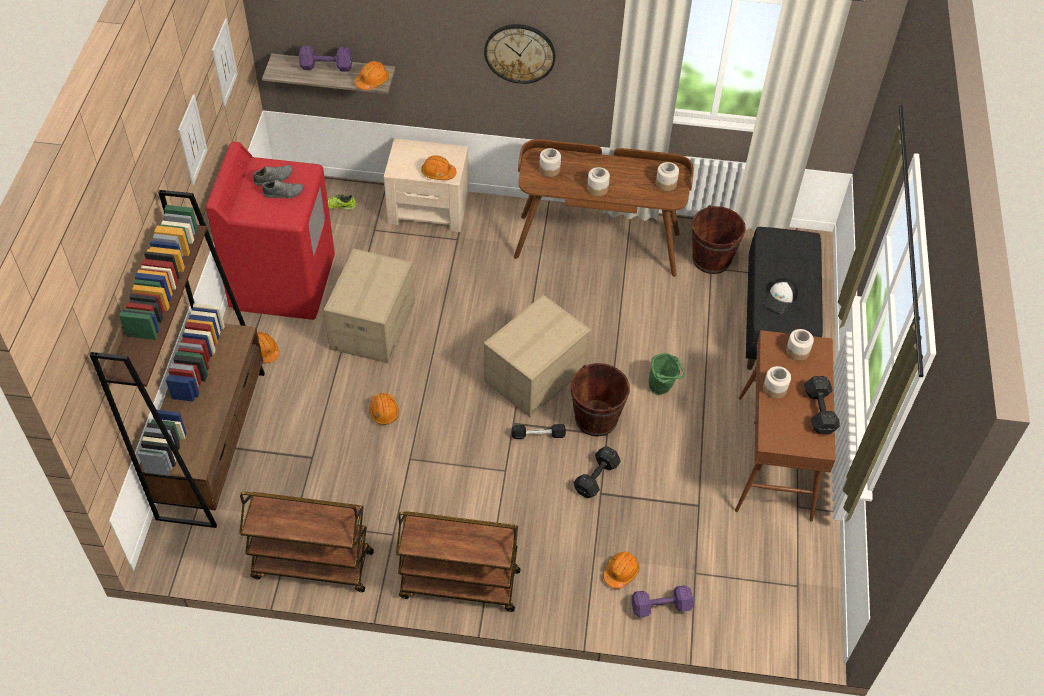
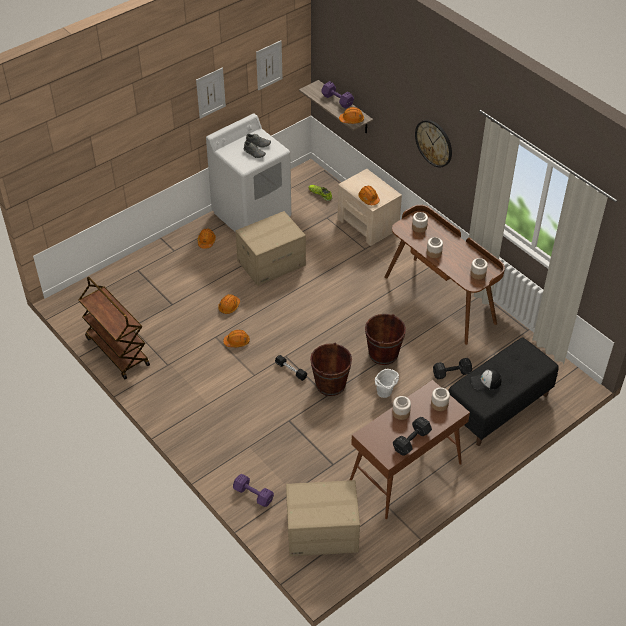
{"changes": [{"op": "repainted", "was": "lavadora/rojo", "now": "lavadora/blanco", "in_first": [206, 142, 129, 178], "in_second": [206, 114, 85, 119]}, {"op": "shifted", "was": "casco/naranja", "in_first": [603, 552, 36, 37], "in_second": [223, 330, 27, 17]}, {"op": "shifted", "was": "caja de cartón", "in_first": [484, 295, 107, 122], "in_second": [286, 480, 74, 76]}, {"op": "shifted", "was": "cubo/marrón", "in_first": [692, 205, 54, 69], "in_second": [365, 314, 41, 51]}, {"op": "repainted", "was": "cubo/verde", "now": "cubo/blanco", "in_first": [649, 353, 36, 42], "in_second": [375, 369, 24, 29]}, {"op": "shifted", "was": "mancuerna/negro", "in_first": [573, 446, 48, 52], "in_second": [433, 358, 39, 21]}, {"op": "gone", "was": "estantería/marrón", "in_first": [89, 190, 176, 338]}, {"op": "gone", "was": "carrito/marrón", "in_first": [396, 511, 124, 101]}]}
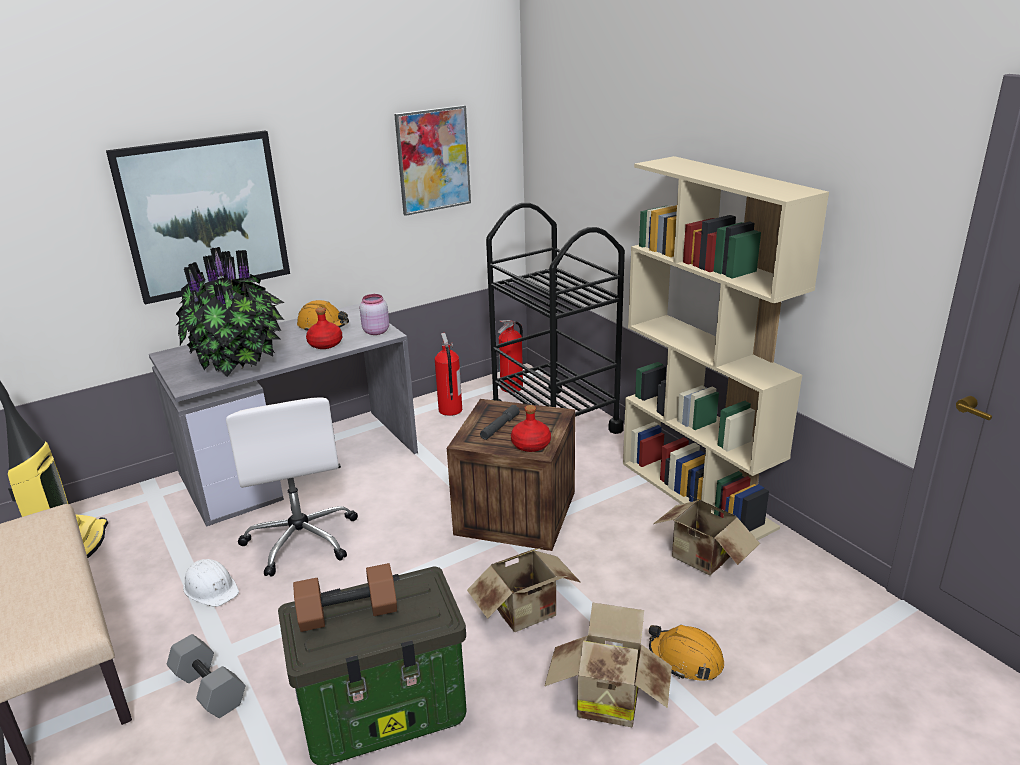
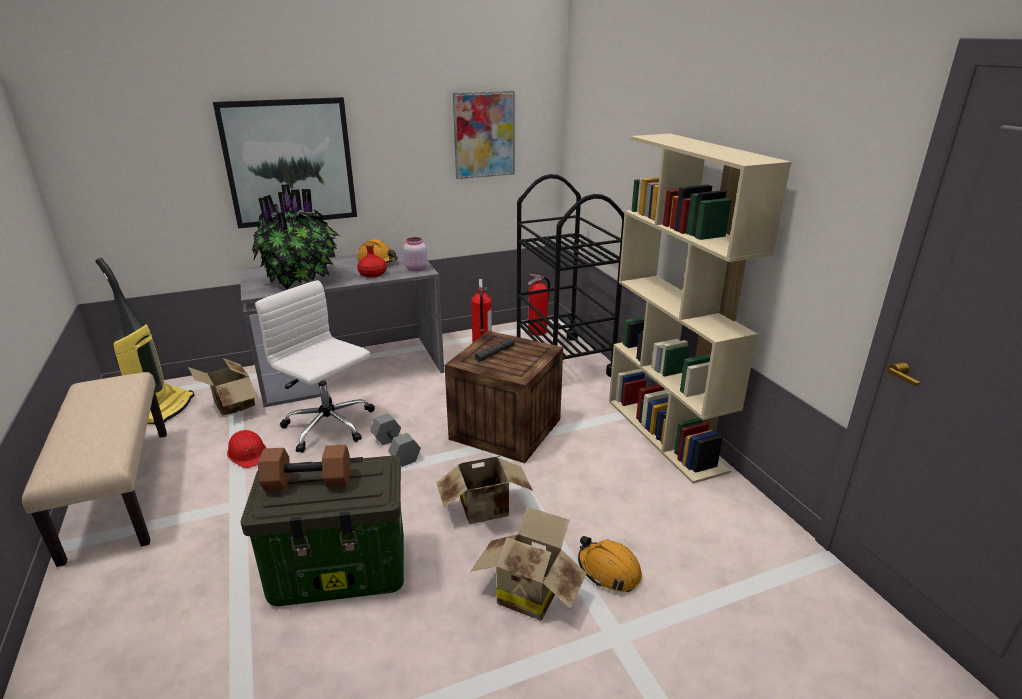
{"changes": [{"op": "shifted", "was": "caja de cartón", "in_first": [653, 497, 107, 79], "in_second": [188, 358, 69, 57]}, {"op": "repainted", "was": "casco/blanco", "now": "casco/rojo", "in_first": [183, 559, 56, 48], "in_second": [227, 430, 39, 38]}, {"op": "rotated", "was": "silla de oficina/blanco", "in_first": [226, 397, 132, 180], "in_second": [255, 280, 120, 173], "clockwise": 135}, {"op": "shifted", "was": "mancuerna/gris", "in_first": [167, 634, 78, 84], "in_second": [370, 413, 51, 54]}, {"op": "gone", "was": "botella/rojo", "in_first": [511, 405, 40, 47]}]}
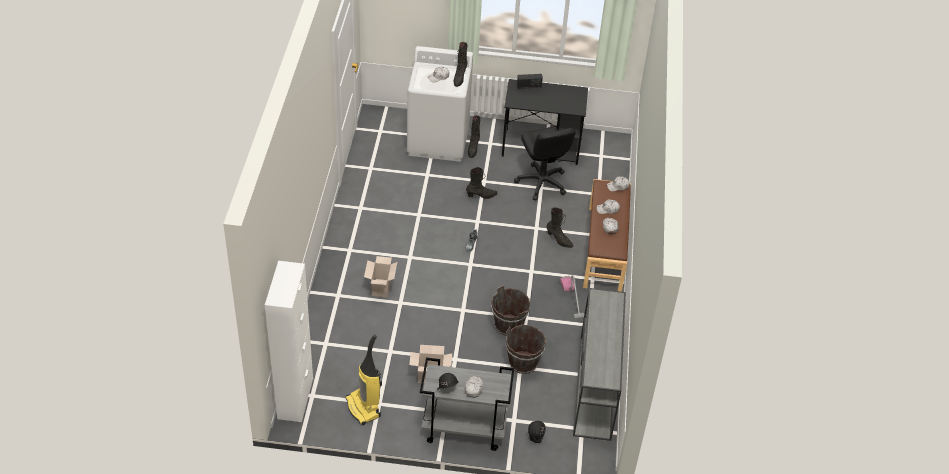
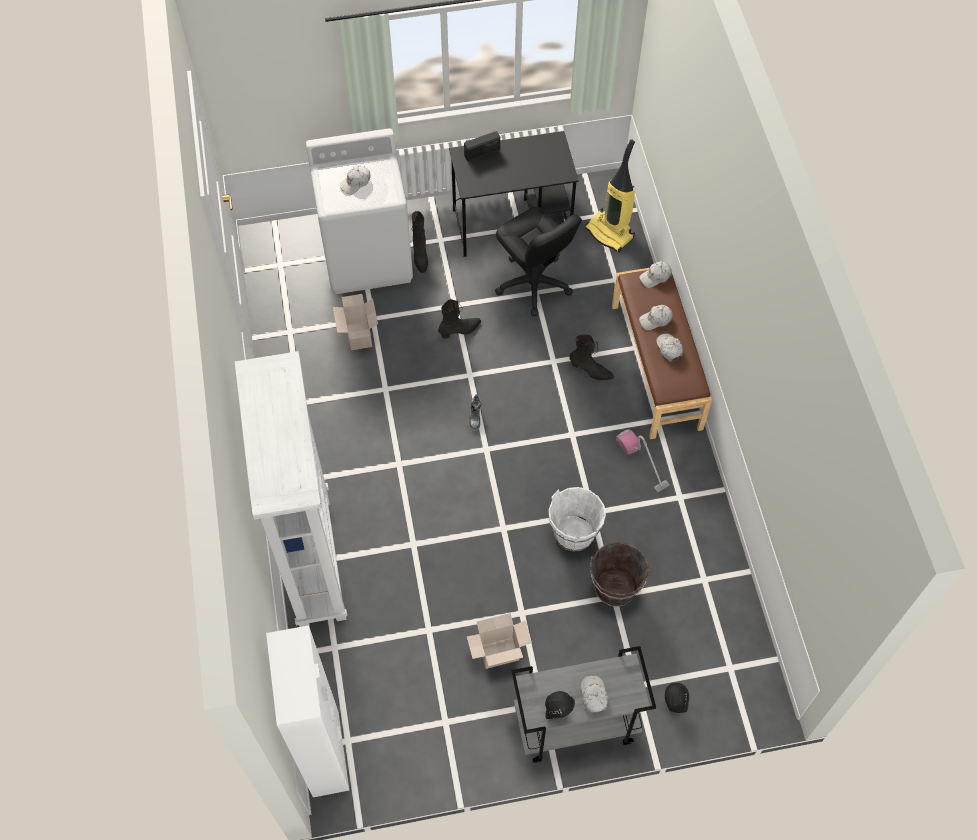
{"changes": [{"op": "new", "now": "estantería/blanco", "in_second": [235, 351, 113, 276]}, {"op": "shifted", "was": "caja de cartón", "in_first": [364, 256, 33, 42], "in_second": [333, 294, 45, 57]}, {"op": "repainted", "was": "cubo/marrón", "now": "cubo/blanco", "in_first": [491, 286, 40, 50], "in_second": [549, 487, 57, 65]}, {"op": "shifted", "was": "aspiradora", "in_first": [346, 335, 36, 90], "in_second": [585, 139, 50, 113]}, {"op": "gone", "was": "bota/negro", "in_first": [454, 42, 13, 45]}, {"op": "gone", "was": "mesa consola/gris", "in_first": [573, 288, 53, 153]}]}
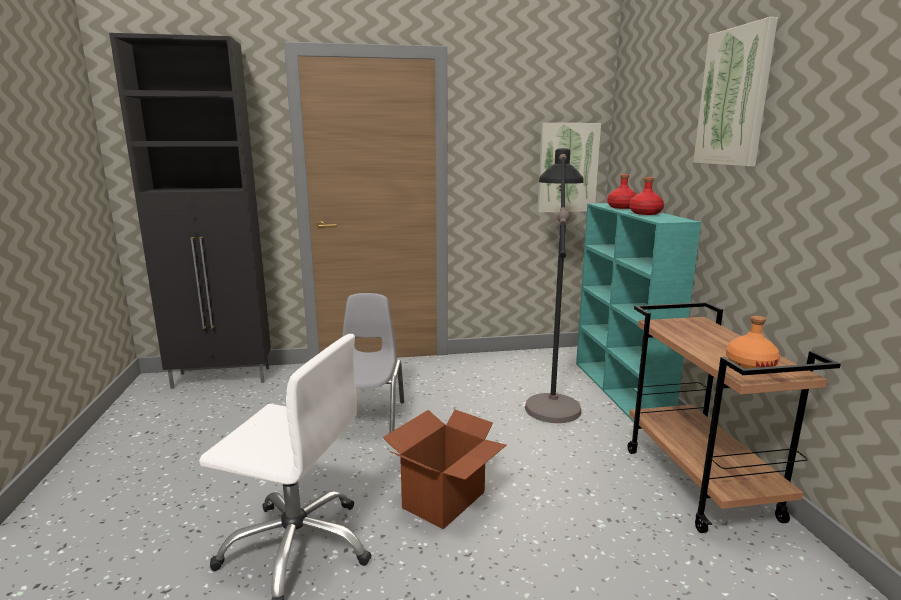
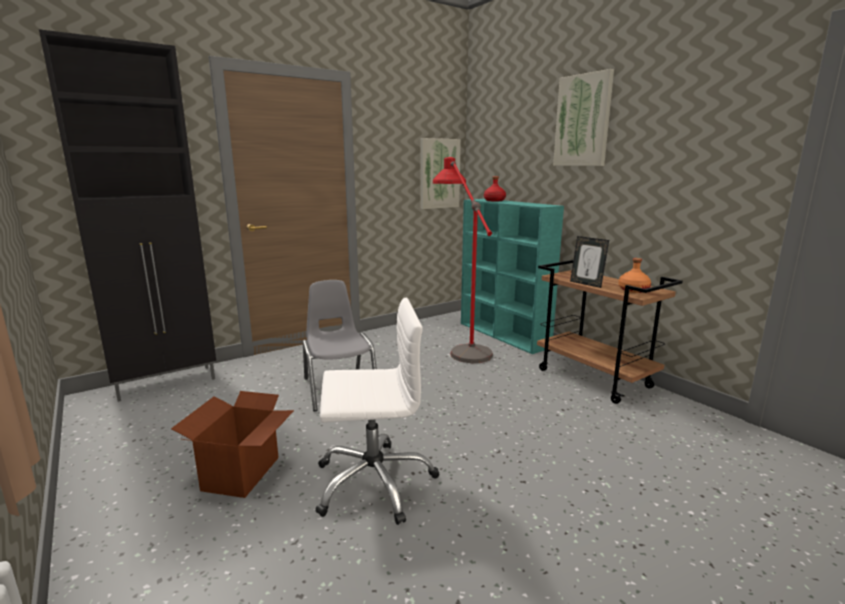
{"changes": [{"op": "shifted", "was": "caja de cartón", "in_first": [383, 410, 124, 119], "in_second": [171, 391, 123, 107]}, {"op": "repainted", "was": "lámpara de pie/negro", "now": "lámpara de pie/rojo", "in_first": [525, 148, 59, 275], "in_second": [433, 157, 60, 206]}, {"op": "new", "now": "portarretratos", "in_second": [570, 236, 39, 52]}, {"op": "gone", "was": "botella/rojo", "in_first": [629, 177, 35, 38]}]}
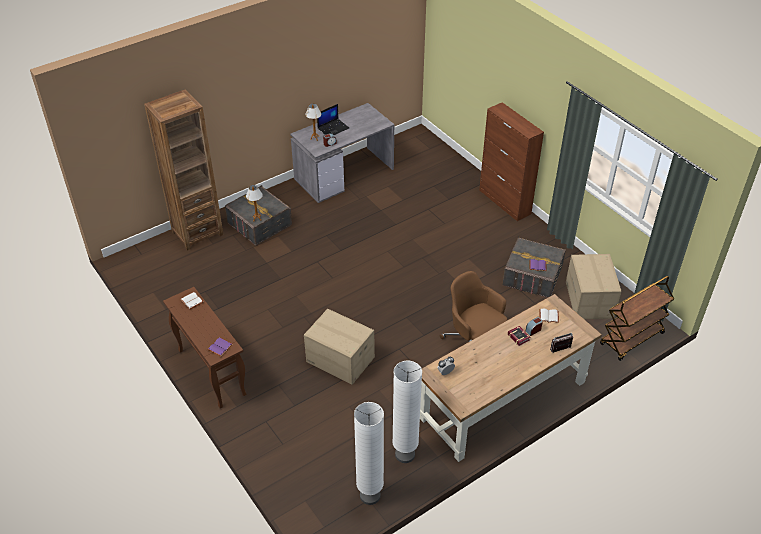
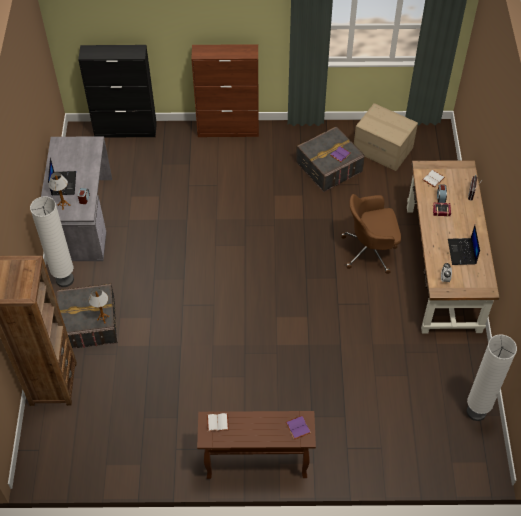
{"changes": [{"op": "shifted", "was": "lámpara de pie/blanco", "in_first": [392, 361, 30, 102], "in_second": [30, 196, 44, 91]}, {"op": "new", "now": "armario/negro", "in_second": [78, 45, 79, 93]}, {"op": "new", "now": "portátil", "in_second": [448, 225, 32, 40]}, {"op": "gone", "was": "caja de cartón", "in_first": [304, 309, 71, 76]}, {"op": "gone", "was": "carrito/marrón", "in_first": [600, 276, 74, 85]}]}
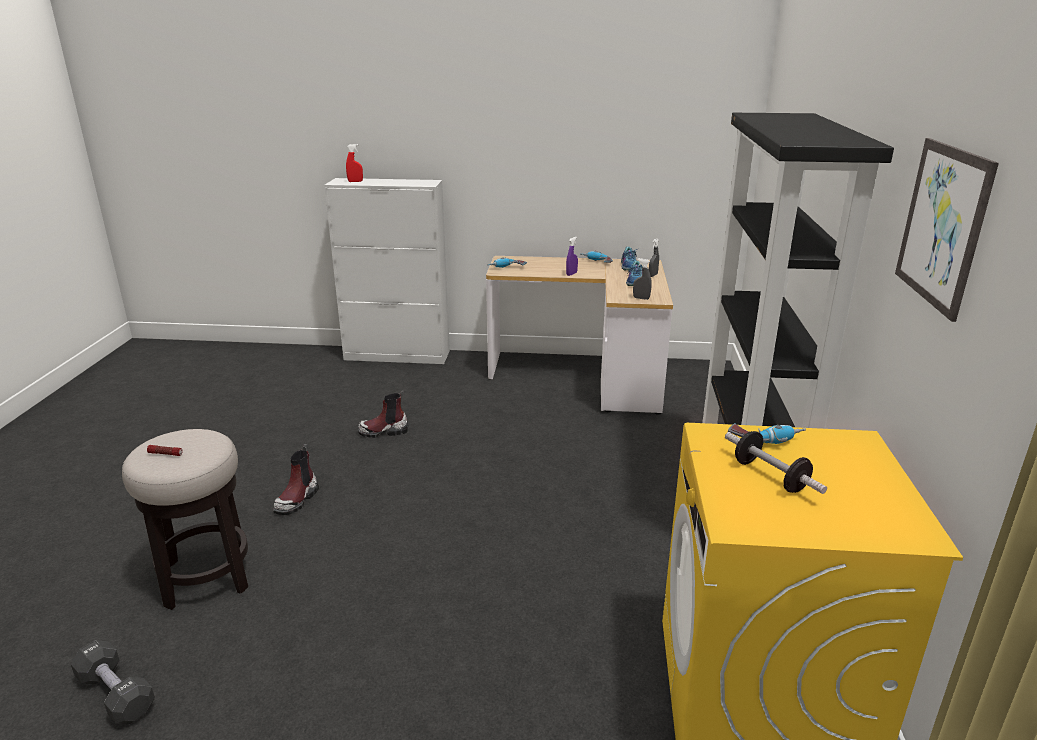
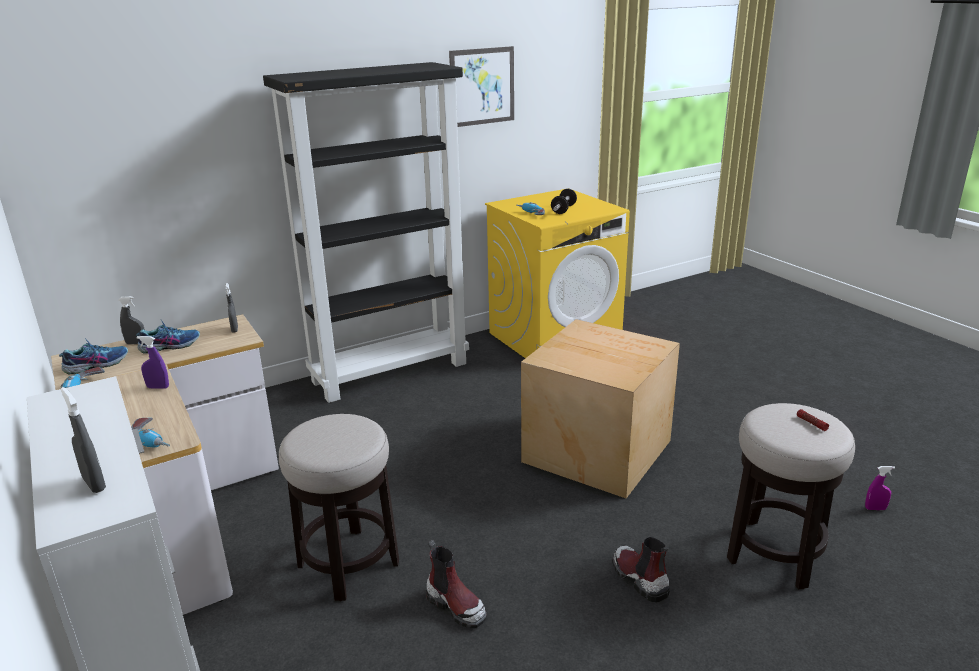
{"changes": [{"op": "repainted", "was": "pulverizador/rojo", "now": "pulverizador/gris", "in_first": [346, 144, 17, 38], "in_second": [61, 387, 45, 106]}, {"op": "new", "now": "taburete", "in_second": [279, 414, 120, 187]}, {"op": "new", "now": "caja de cartón", "in_second": [521, 319, 159, 179]}, {"op": "rotated", "was": "bota", "in_first": [273, 444, 46, 71], "in_second": [612, 537, 58, 65], "clockwise": -105}, {"op": "swapped", "was": "mancuerna/negro", "now": "pulverizador/morado", "in_first": [71, 640, 84, 84], "in_second": [865, 466, 30, 44]}]}
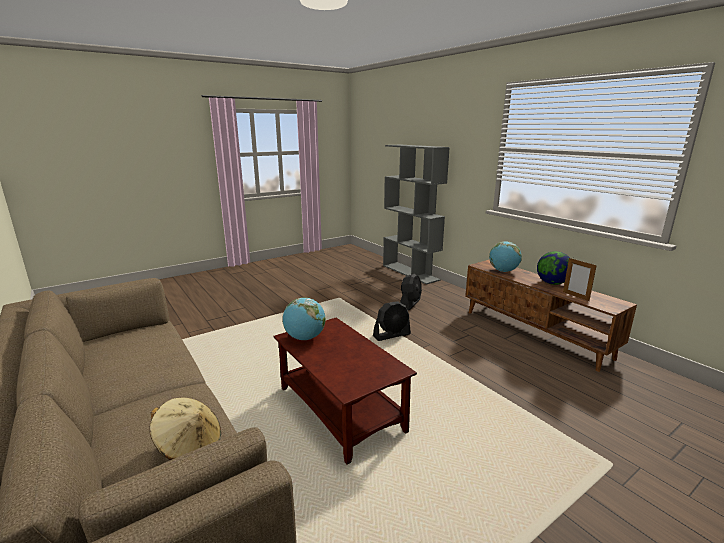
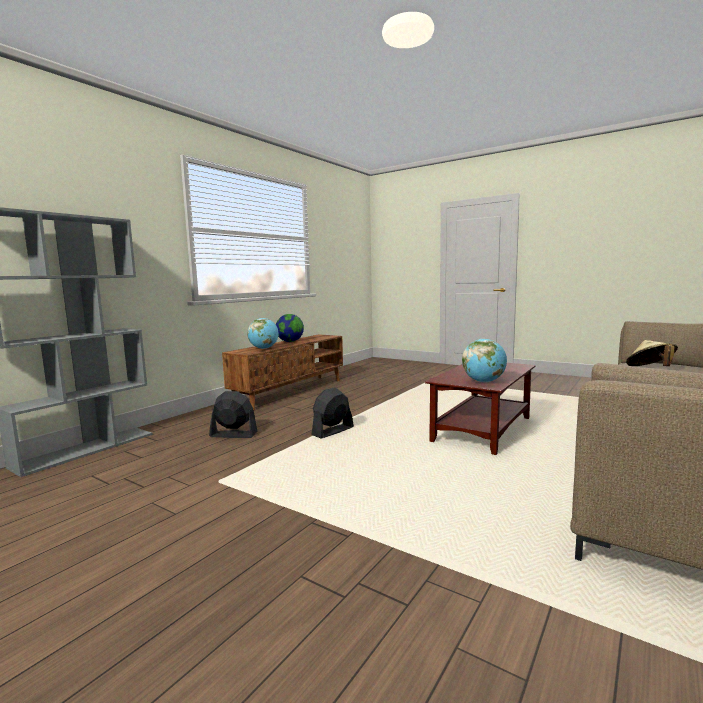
{"changes": [{"op": "rotated", "was": "ventilador/negro", "in_first": [373, 301, 38, 40], "in_second": [311, 387, 43, 52], "clockwise": -90}, {"op": "gone", "was": "portarretratos", "in_first": [563, 258, 34, 43]}]}
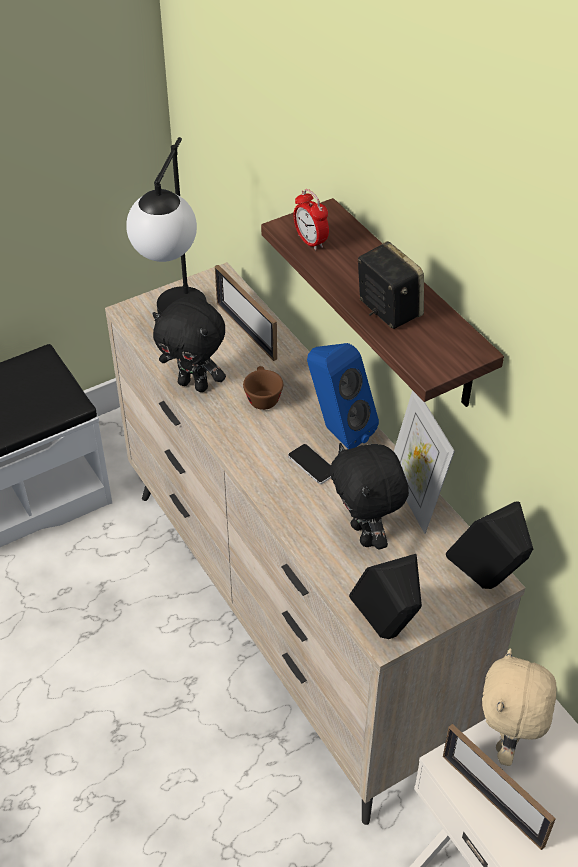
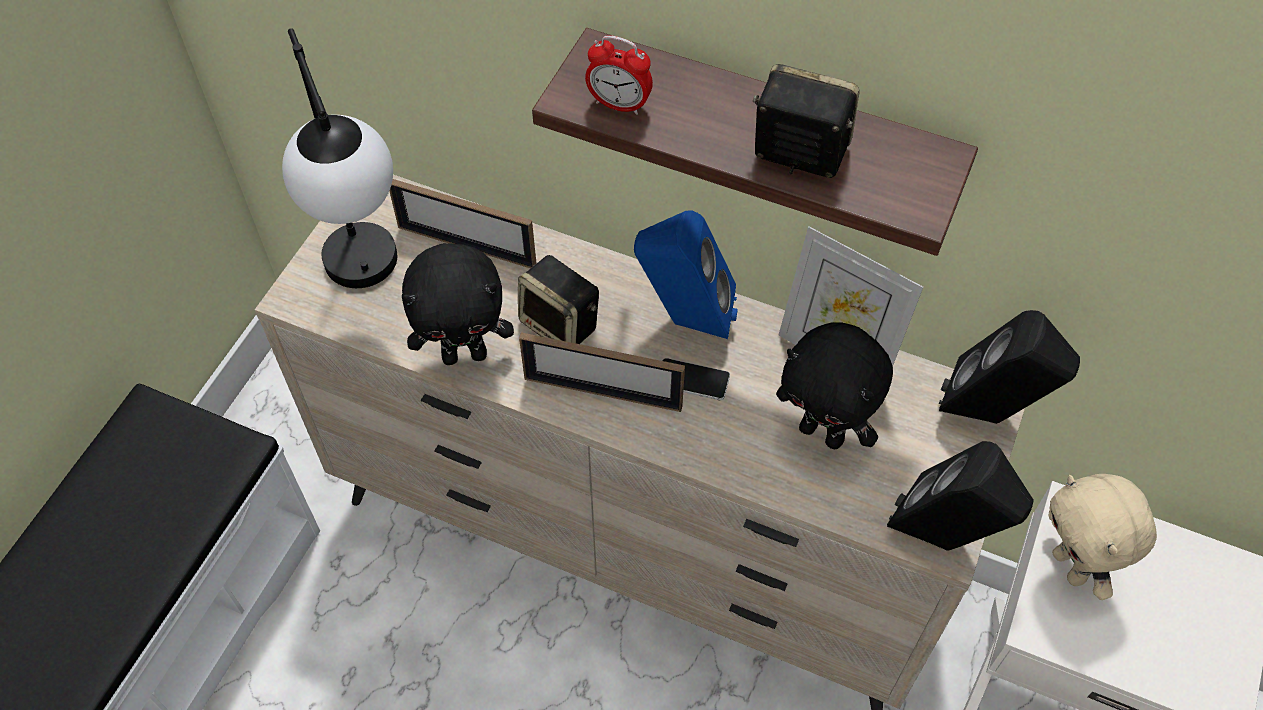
{"changes": [{"op": "swapped", "was": "taza/marrón", "now": "altavoz", "in_first": [243, 366, 40, 44], "in_second": [518, 255, 81, 89]}, {"op": "shifted", "was": "portarretratos", "in_first": [443, 724, 113, 126], "in_second": [519, 332, 166, 80]}]}
